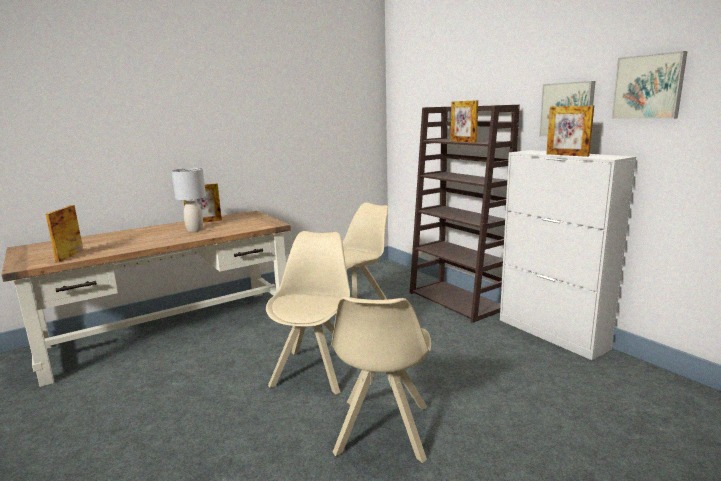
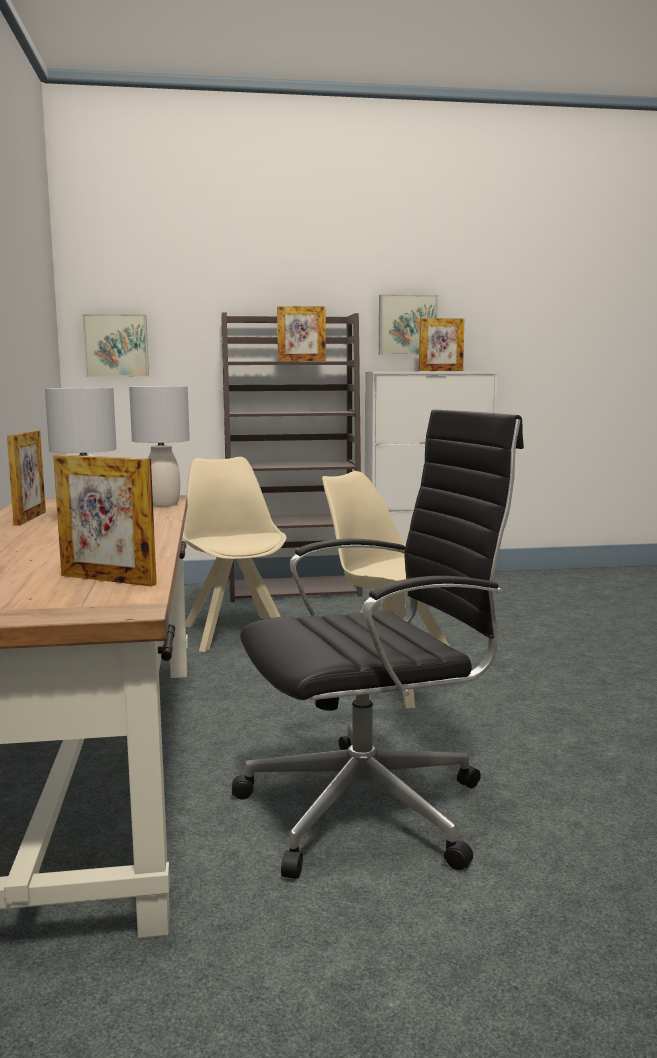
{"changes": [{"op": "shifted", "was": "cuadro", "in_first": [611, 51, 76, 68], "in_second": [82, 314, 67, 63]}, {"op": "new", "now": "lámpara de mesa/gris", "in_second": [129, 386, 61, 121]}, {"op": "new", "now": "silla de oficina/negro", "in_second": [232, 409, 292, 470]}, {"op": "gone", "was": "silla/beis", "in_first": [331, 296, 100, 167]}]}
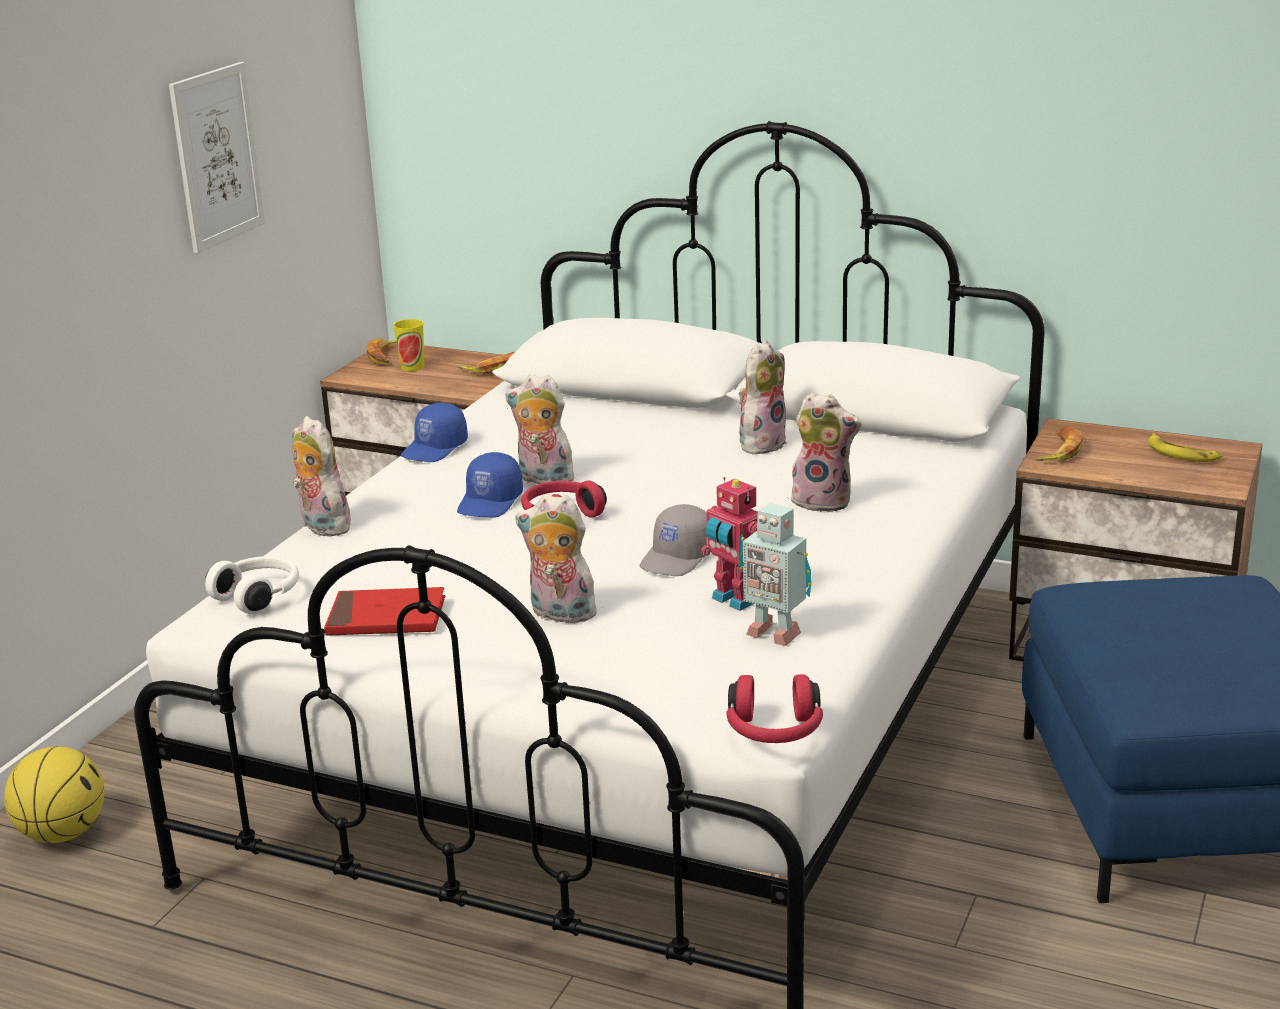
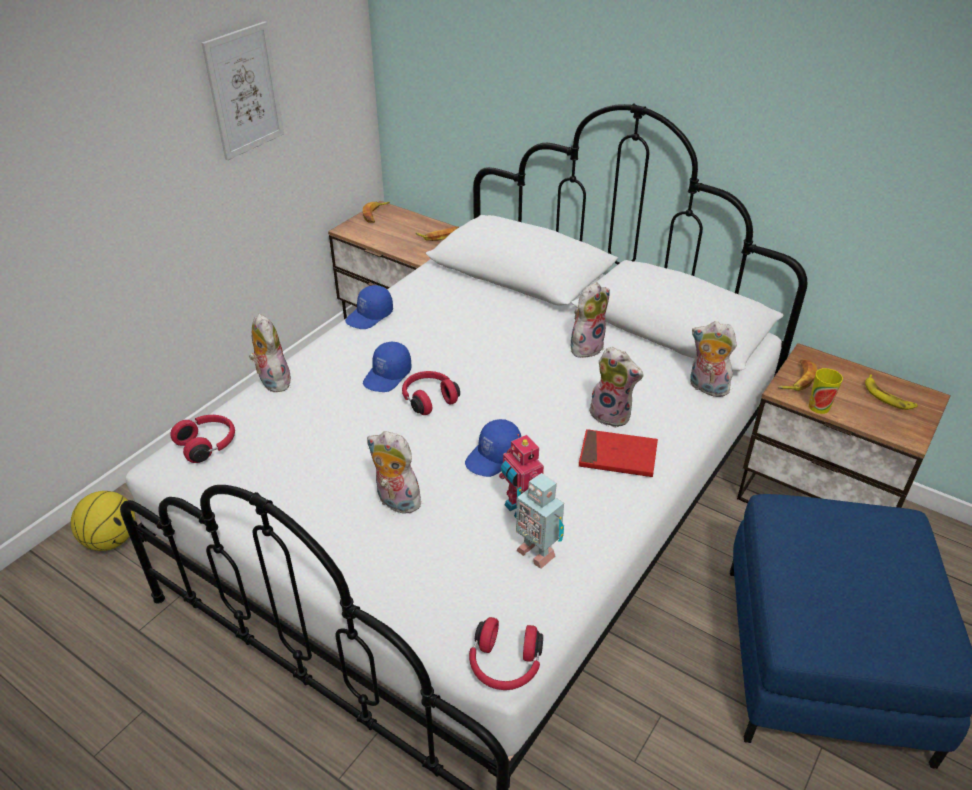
{"changes": [{"op": "repainted", "was": "auriculares/blanco", "now": "auriculares/rojo", "in_first": [205, 556, 94, 58], "in_second": [170, 415, 65, 48]}, {"op": "repainted", "was": "gorra/gris", "now": "gorra/azul", "in_first": [640, 504, 67, 72], "in_second": [465, 419, 56, 58]}, {"op": "shifted", "was": "libro/rojo", "in_first": [324, 587, 121, 49], "in_second": [579, 429, 79, 48]}, {"op": "shifted", "was": "peluche", "in_first": [506, 374, 75, 110], "in_second": [690, 321, 47, 77]}, {"op": "shifted", "was": "taza", "in_first": [393, 319, 31, 52], "in_second": [809, 368, 34, 46]}]}
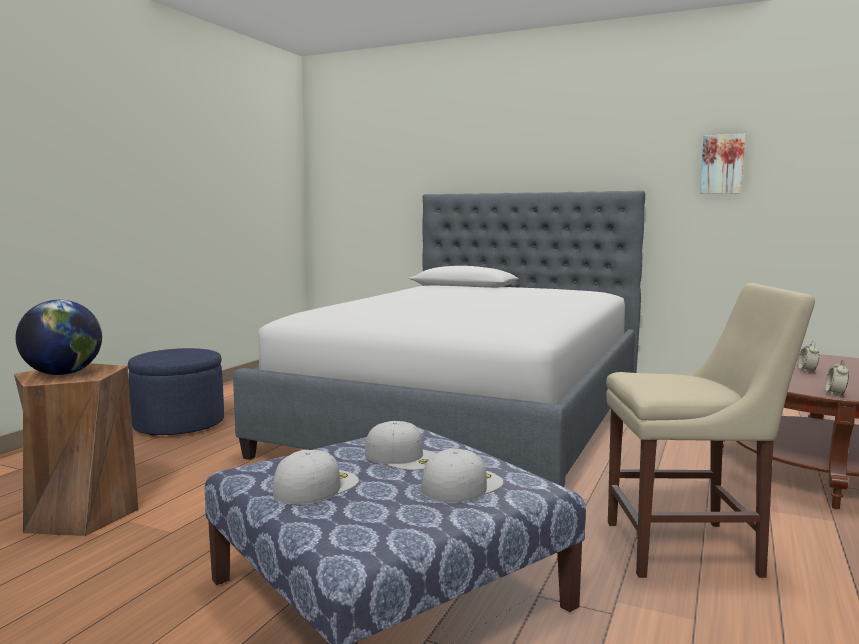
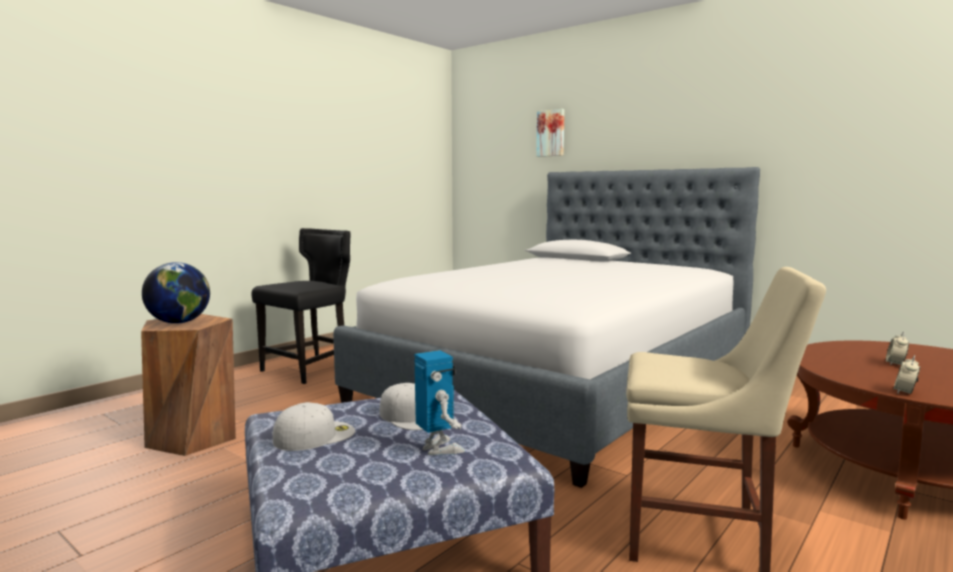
{"changes": [{"op": "swapped", "was": "puf/azul", "now": "silla/negro", "in_first": [128, 348, 96, 87], "in_second": [251, 228, 99, 156]}, {"op": "swapped", "was": "gorra/blanco", "now": "robot de juguete", "in_first": [421, 449, 83, 54], "in_second": [414, 350, 51, 105]}, {"op": "shifted", "was": "cuadro", "in_first": [700, 134, 45, 60], "in_second": [536, 109, 29, 48]}]}
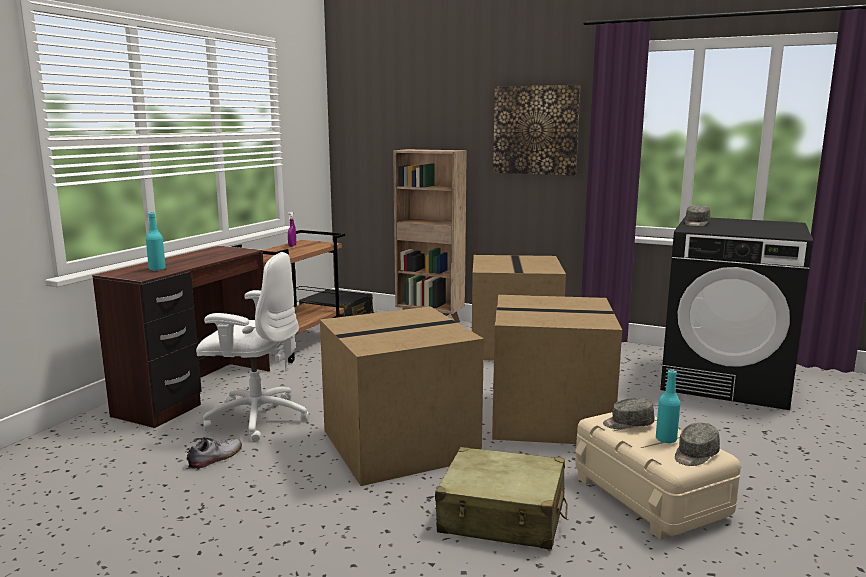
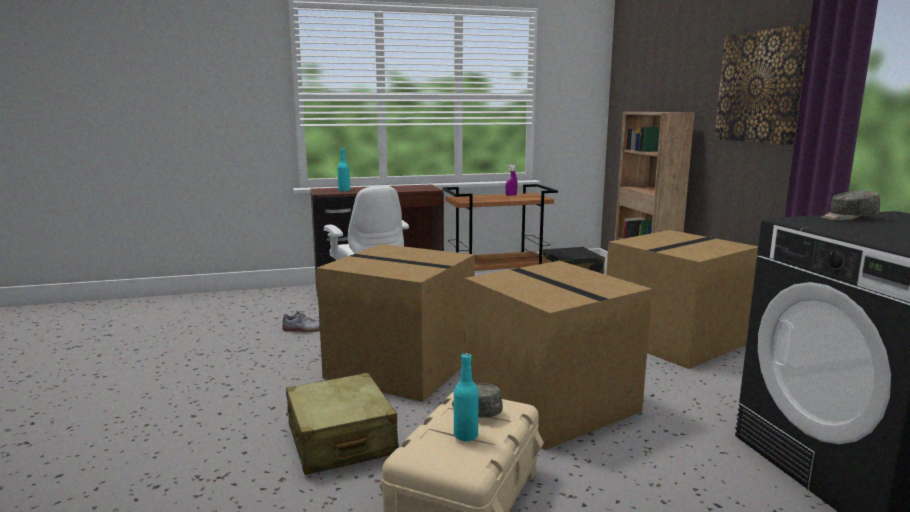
{"changes": [{"op": "gone", "was": "gorra/gris", "in_first": [675, 423, 45, 43]}]}
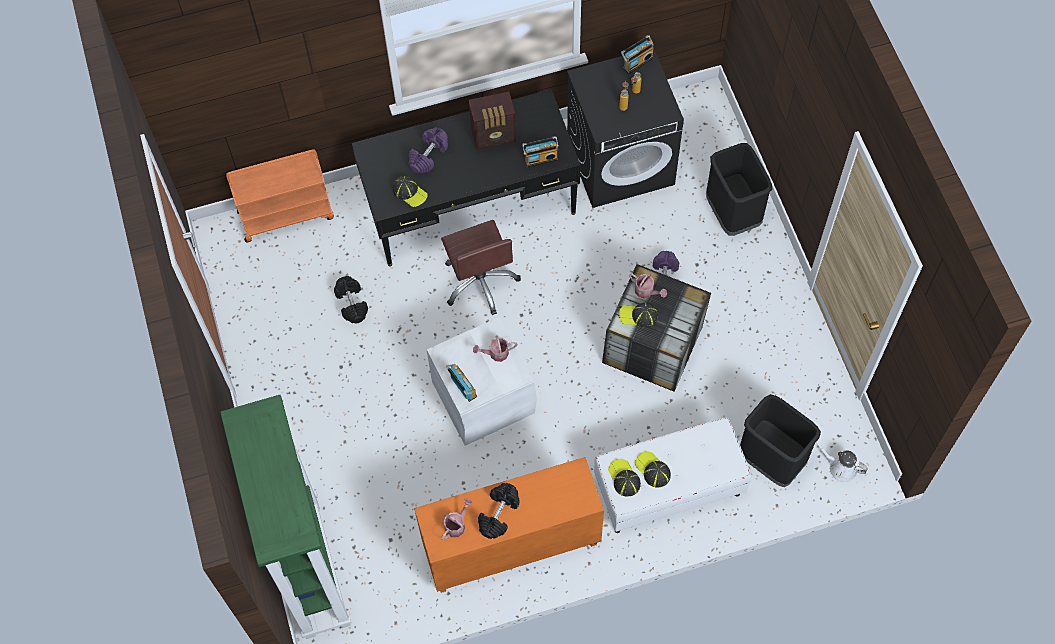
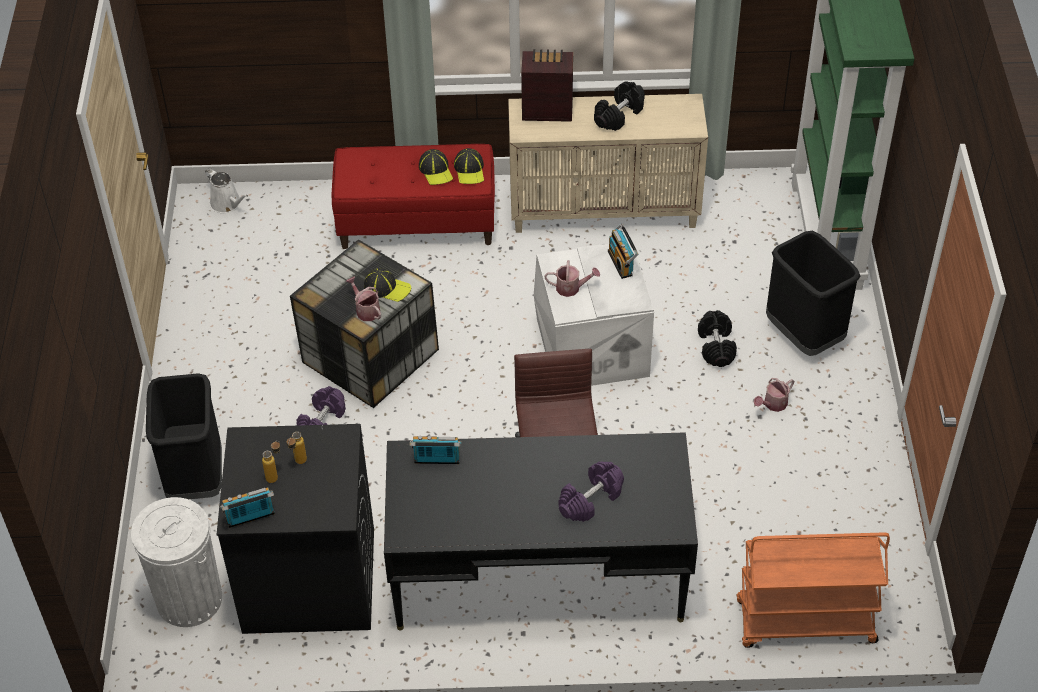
{"changes": [{"op": "new", "now": "papelera/blanco", "in_second": [131, 497, 91, 130]}, {"op": "repainted", "was": "banco/blanco", "now": "banco/rojo", "in_first": [594, 417, 157, 116], "in_second": [332, 144, 163, 105]}, {"op": "repainted", "was": "armario/naranja", "now": "armario/beis", "in_first": [414, 457, 190, 136], "in_second": [508, 94, 200, 139]}, {"op": "shifted", "was": "radio", "in_first": [469, 92, 47, 58], "in_second": [521, 49, 52, 73]}, {"op": "shifted", "was": "mancuerna/negro", "in_first": [334, 276, 34, 47], "in_second": [698, 310, 39, 57]}, {"op": "shifted", "was": "regadera", "in_first": [442, 499, 30, 41], "in_second": [754, 378, 40, 34]}, {"op": "shifted", "was": "papelera/negro", "in_first": [740, 394, 81, 93], "in_second": [766, 231, 95, 125]}, {"op": "gone", "was": "gorra", "in_first": [393, 176, 35, 31]}]}
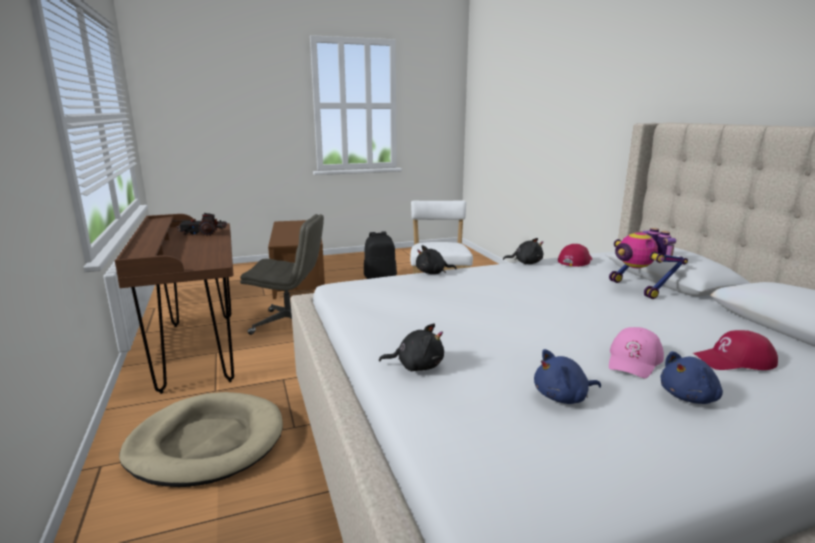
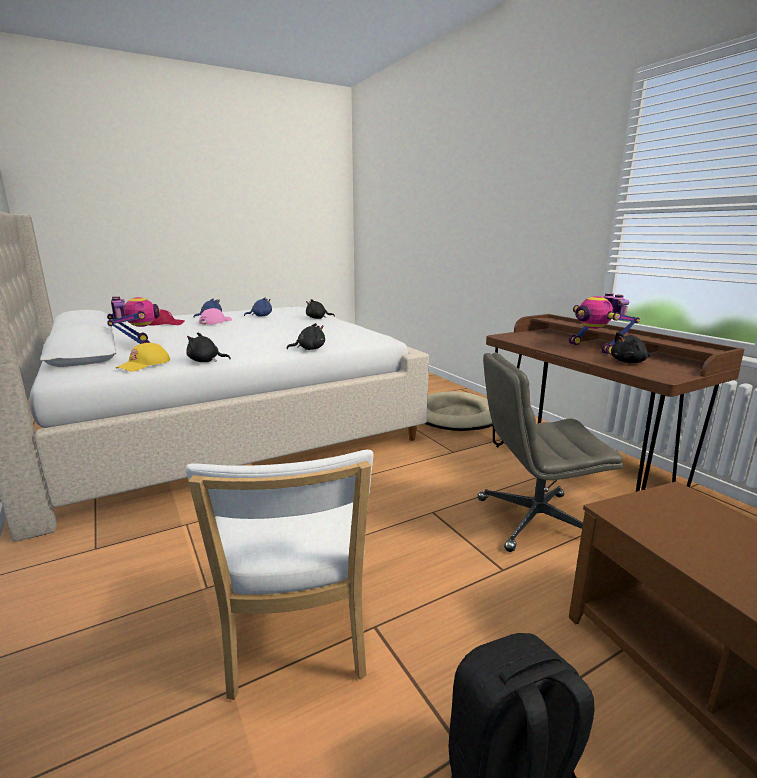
{"changes": [{"op": "repainted", "was": "gorra/rojo", "now": "gorra/amarillo", "in_first": [558, 244, 34, 23], "in_second": [116, 343, 54, 28]}, {"op": "new", "now": "robot de juguete", "in_second": [569, 293, 71, 62]}, {"op": "swapped", "was": "camión de juguete", "now": "peluche/negro", "in_first": [176, 213, 51, 23], "in_second": [611, 332, 39, 31]}]}
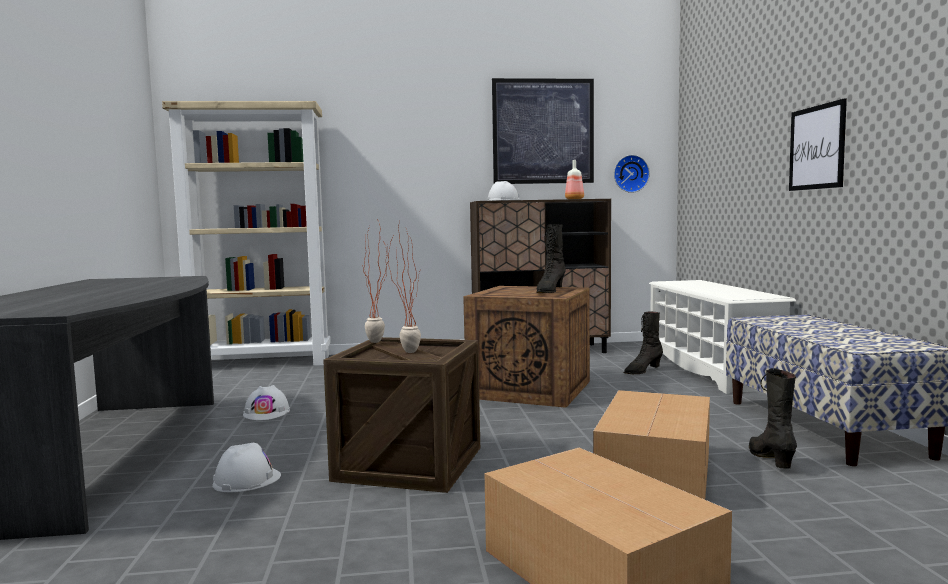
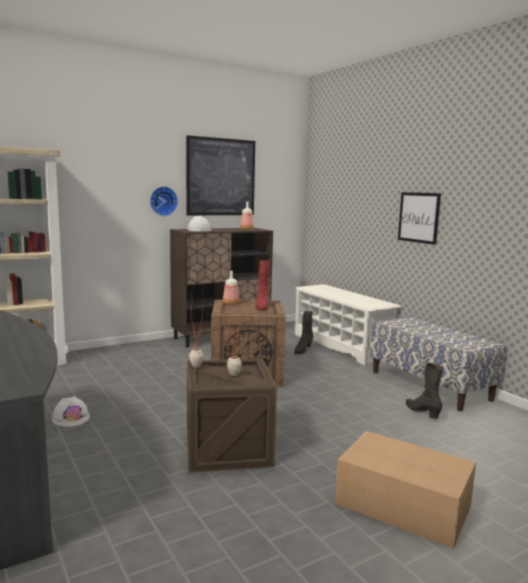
{"changes": [{"op": "shifted", "was": "reloj de pared", "in_first": [614, 155, 36, 38], "in_second": [150, 186, 28, 30]}, {"op": "new", "now": "botella", "in_second": [223, 271, 16, 34]}, {"op": "repainted", "was": "bota/negro", "now": "bota/rojo", "in_first": [536, 224, 30, 69], "in_second": [256, 260, 14, 50]}, {"op": "gone", "was": "casco/blanco", "in_first": [212, 443, 69, 49]}, {"op": "gone", "was": "caja de cartón", "in_first": [593, 390, 117, 109]}]}
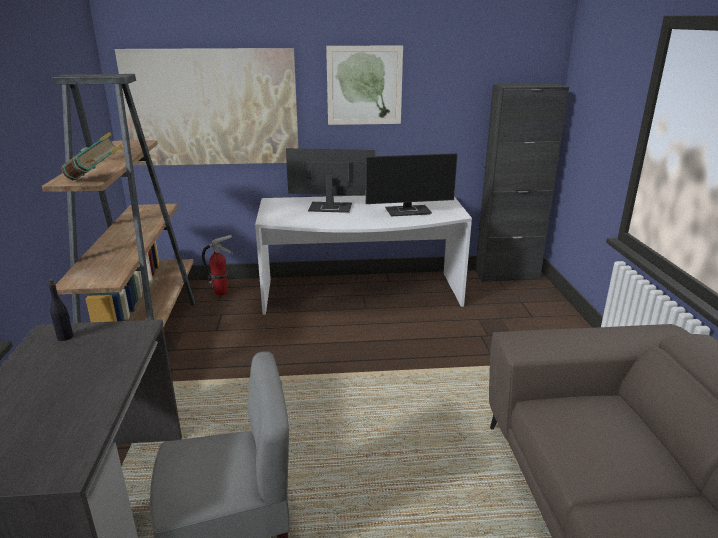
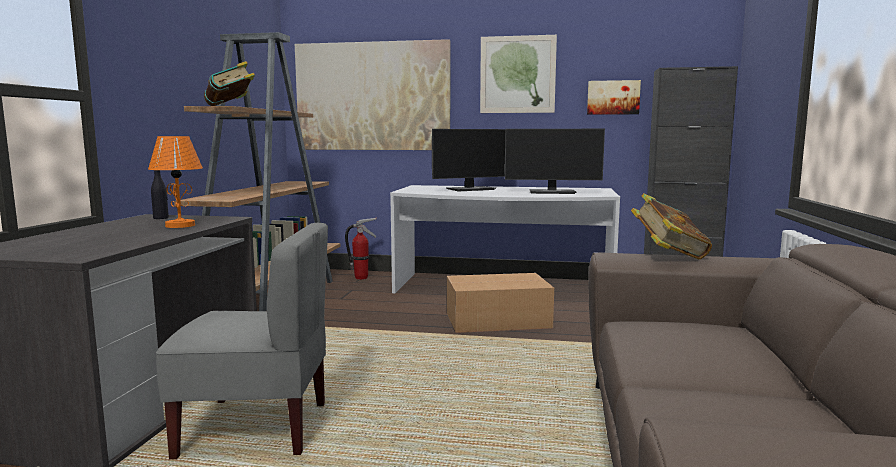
{"changes": [{"op": "new", "now": "lámpara de mesa/naranja", "in_second": [148, 136, 55, 92]}, {"op": "rotated", "was": "monitor", "in_first": [286, 148, 89, 65], "in_second": [432, 129, 73, 62], "clockwise": 135}, {"op": "new", "now": "caja de cartón", "in_second": [447, 273, 107, 60]}, {"op": "new", "now": "cuadro", "in_second": [587, 80, 54, 35]}, {"op": "new", "now": "libro", "in_second": [631, 193, 81, 66]}]}
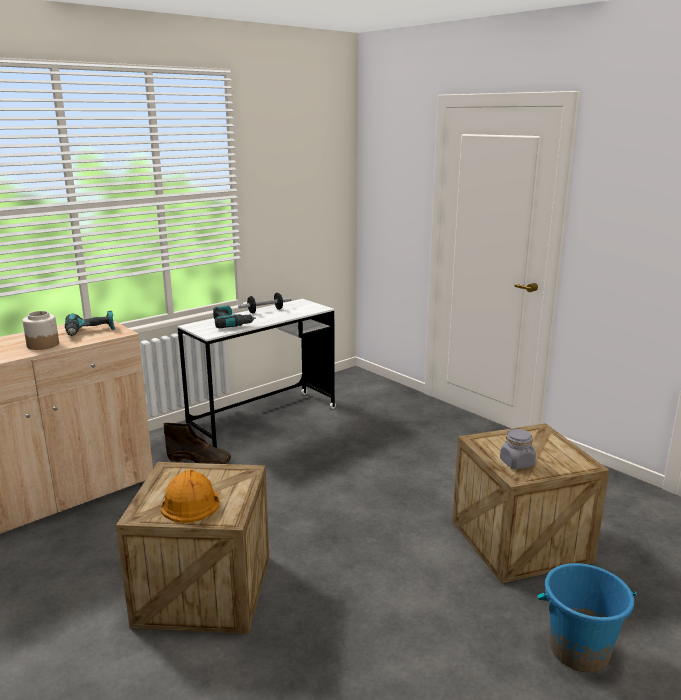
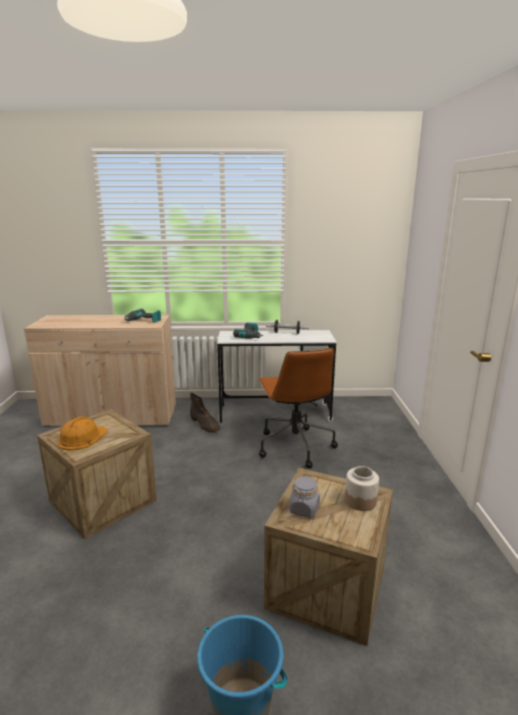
{"changes": [{"op": "new", "now": "silla de oficina/marrón", "in_second": [258, 348, 80, 121]}, {"op": "shifted", "was": "tarro", "in_first": [22, 311, 37, 39], "in_second": [345, 466, 34, 45]}]}
